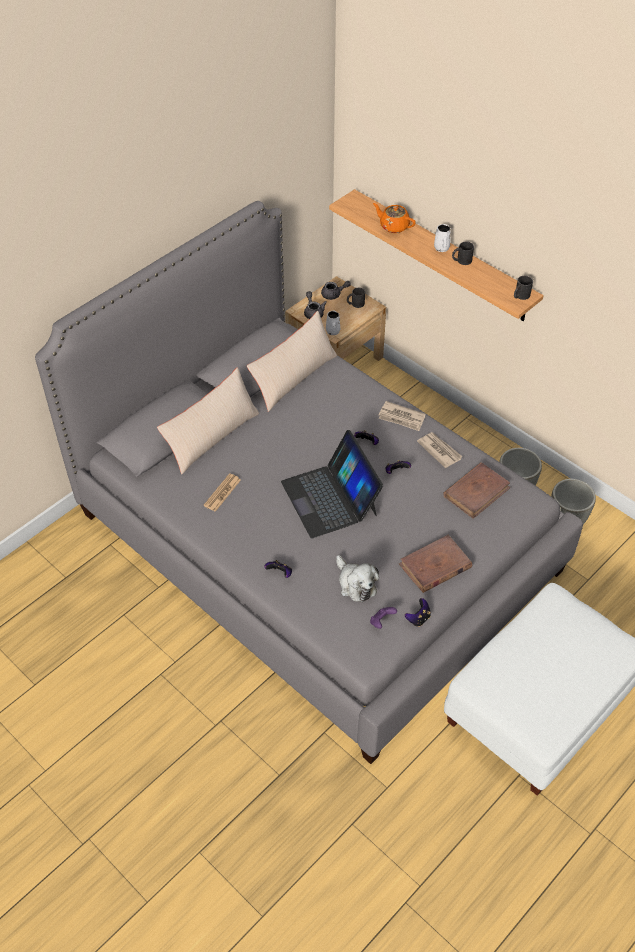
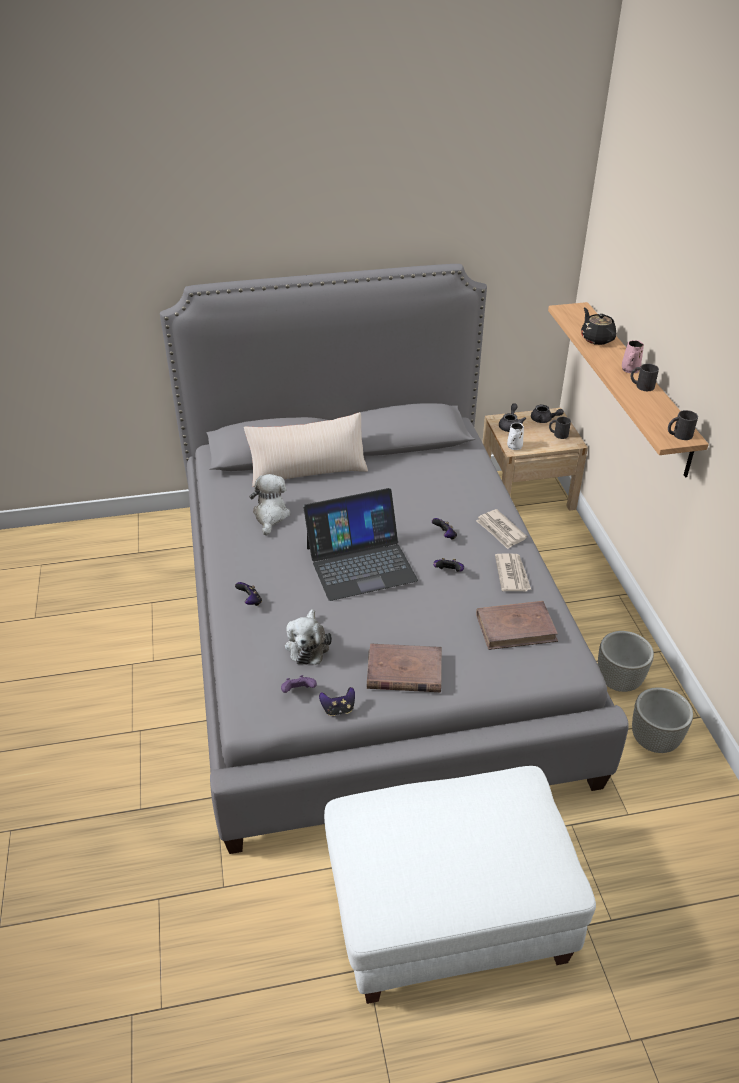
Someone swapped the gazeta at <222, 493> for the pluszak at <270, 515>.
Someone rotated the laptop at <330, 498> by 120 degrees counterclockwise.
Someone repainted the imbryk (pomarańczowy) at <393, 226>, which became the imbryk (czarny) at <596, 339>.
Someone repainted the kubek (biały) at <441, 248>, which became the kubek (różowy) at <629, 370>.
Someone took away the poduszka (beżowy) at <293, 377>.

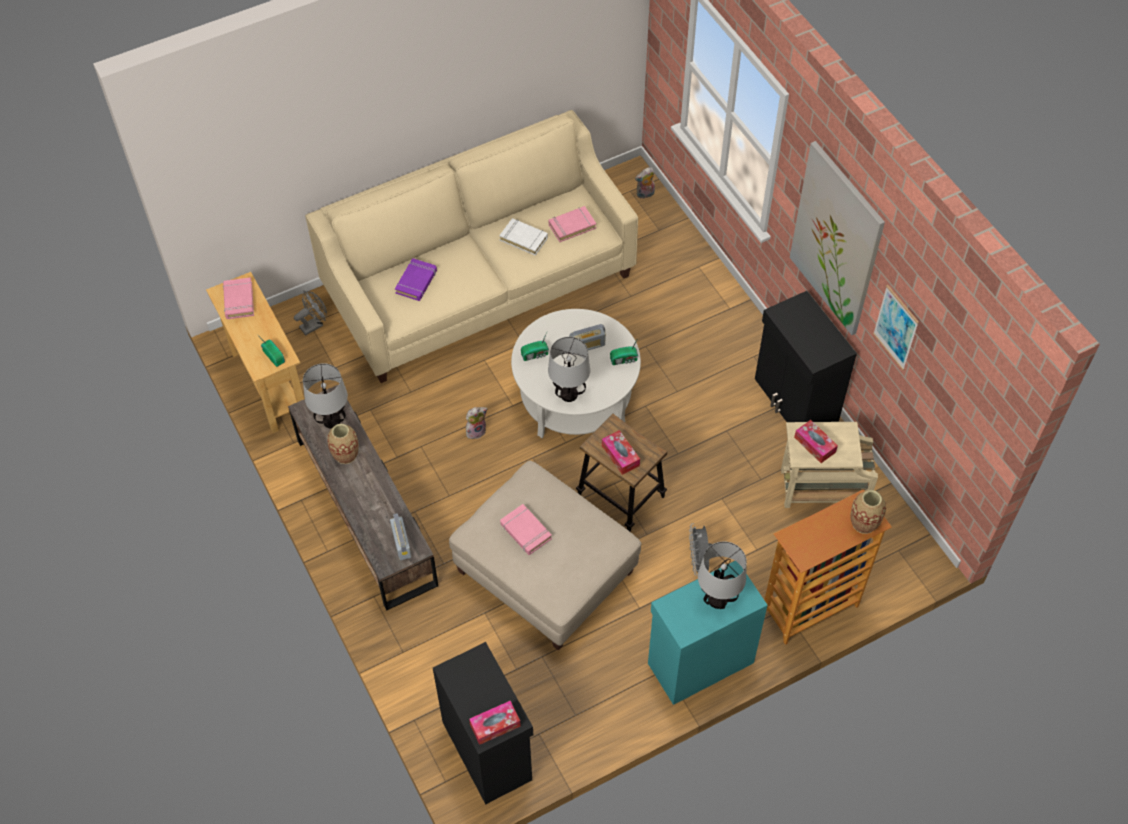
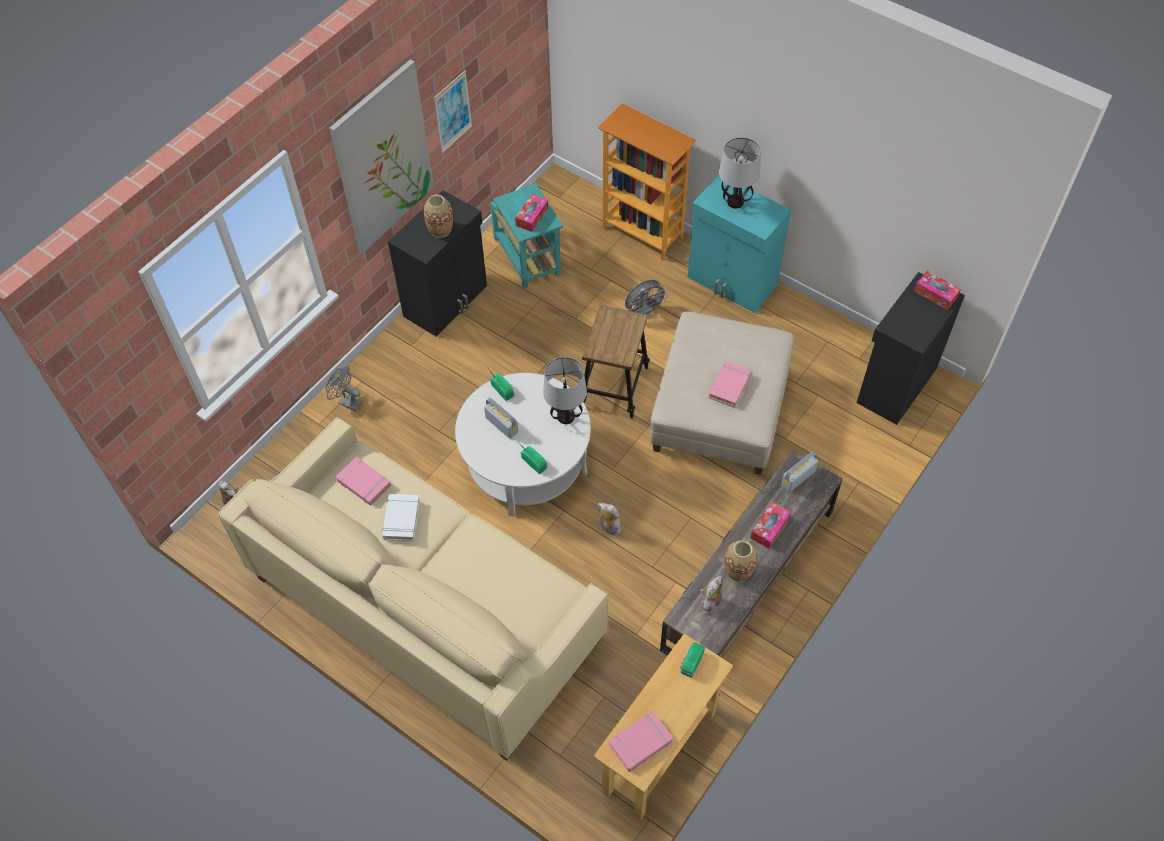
Someone carried the wentylator (szary) from <314, 325> to <347, 402>.
Someone carried the wazon from <864, 523> to <440, 229>.
Someone repainted the stolik (beżowy) at <821, 488>, which became the stolik (turkusowy) at <528, 258>.
Someone swapped the lampa stołowa at <331, 421> for the pluszak at <709, 604>.
Someone carried the pudełko chusteczek from <620, 455> to <769, 528>.
Someone took away the książka (fioletowy) at <416, 282>.

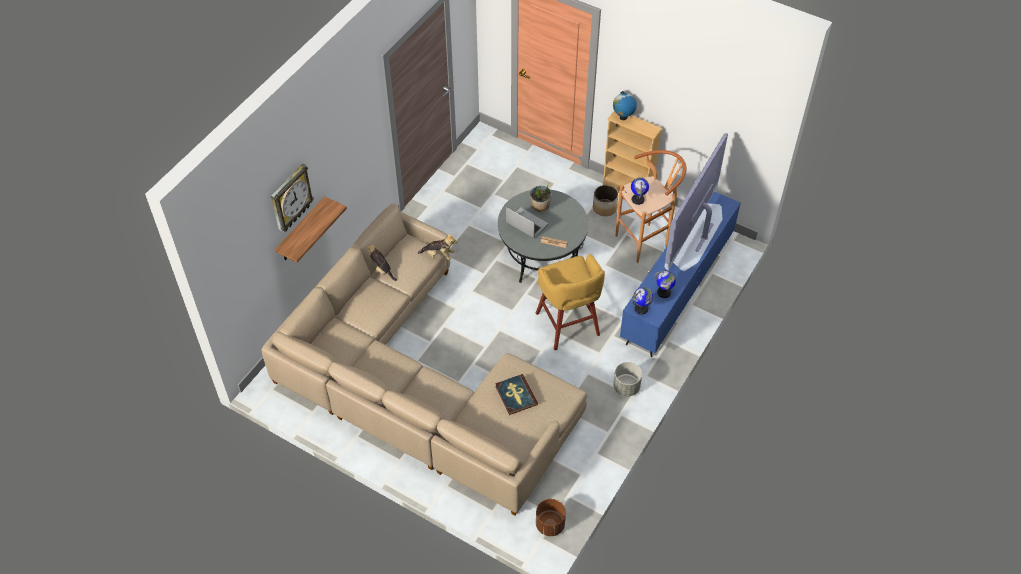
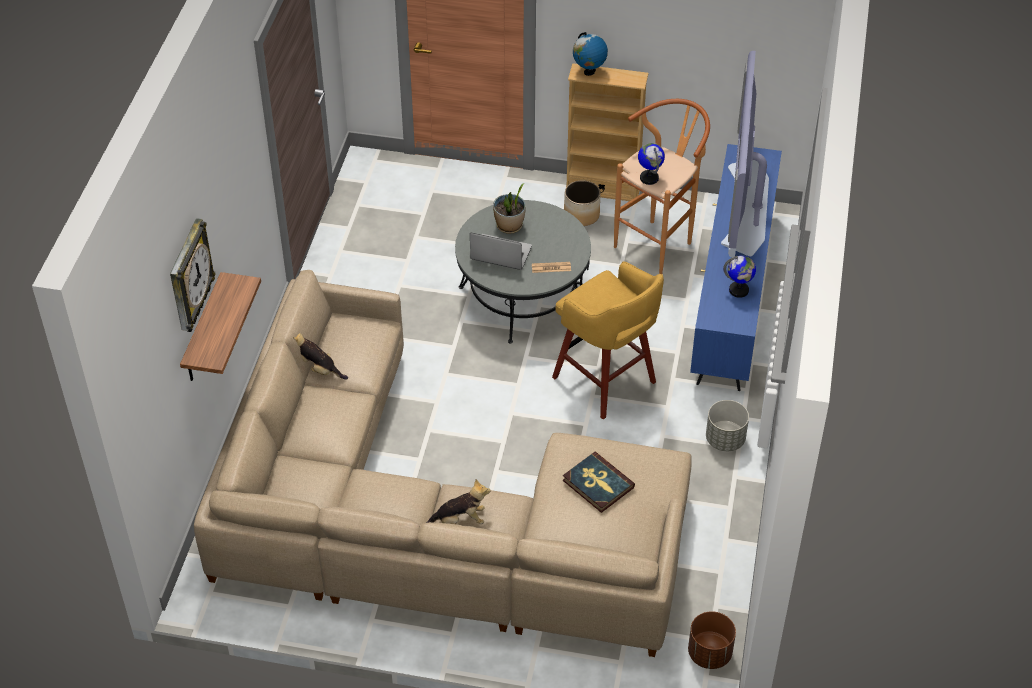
Someone carried the pluszak from <439, 255> to <460, 521>.
Someone took away the globus at <641, 309>.

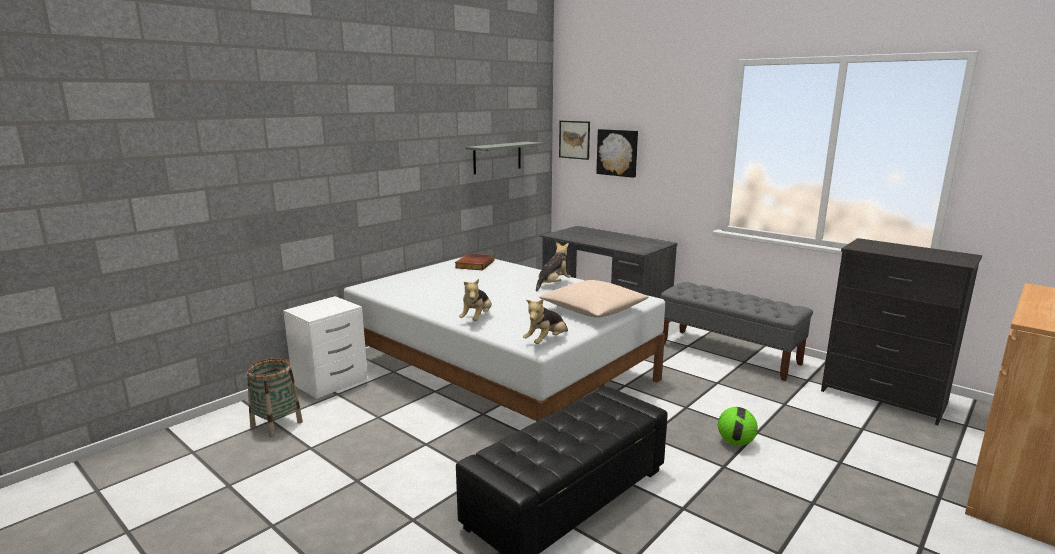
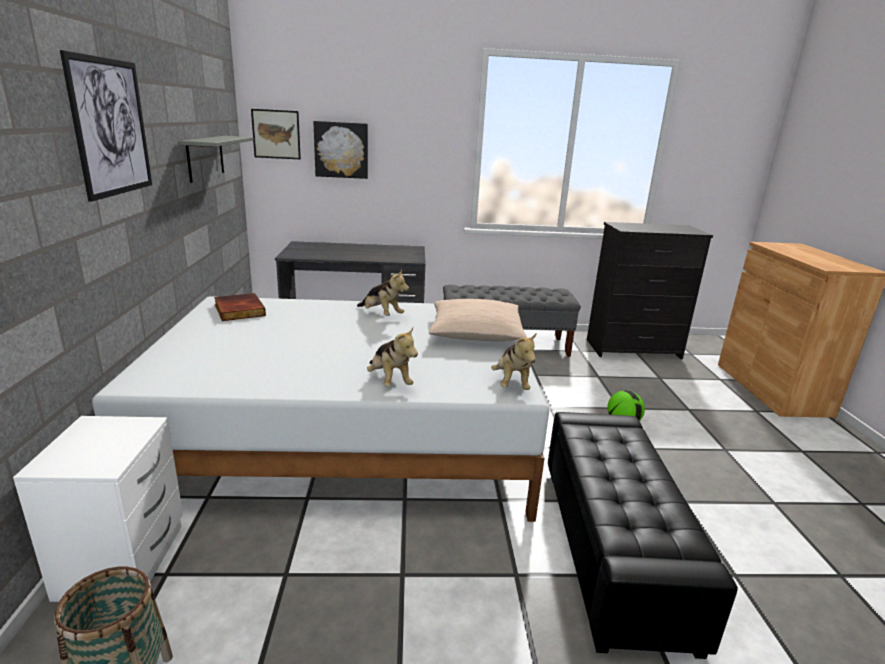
Someone put up the obraz at <111, 127>.
Someone rotated the pluszak at <553, 284> by 135 degrees clockwise.

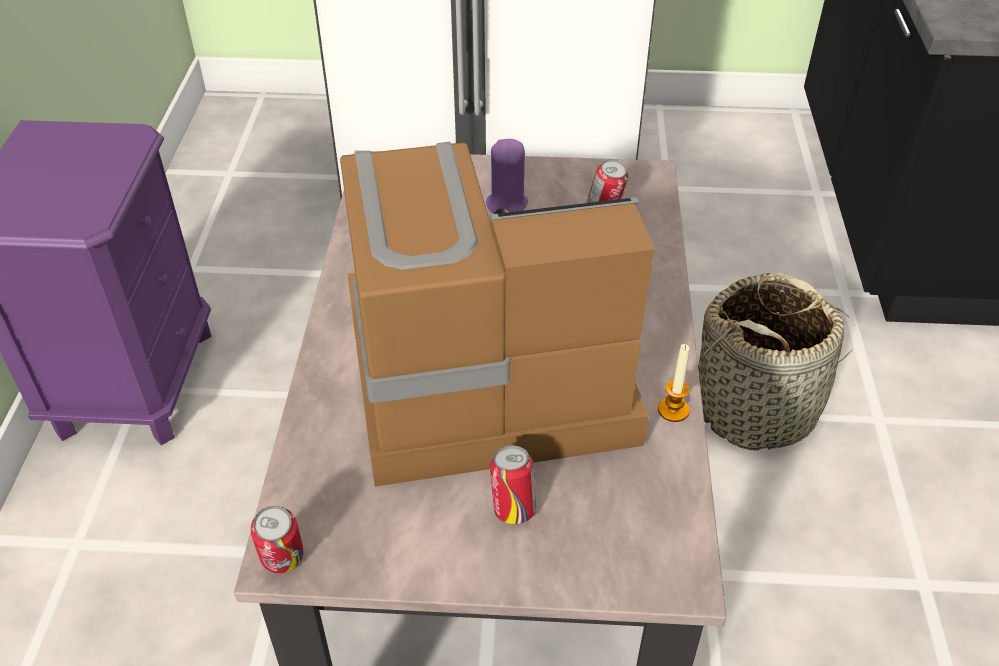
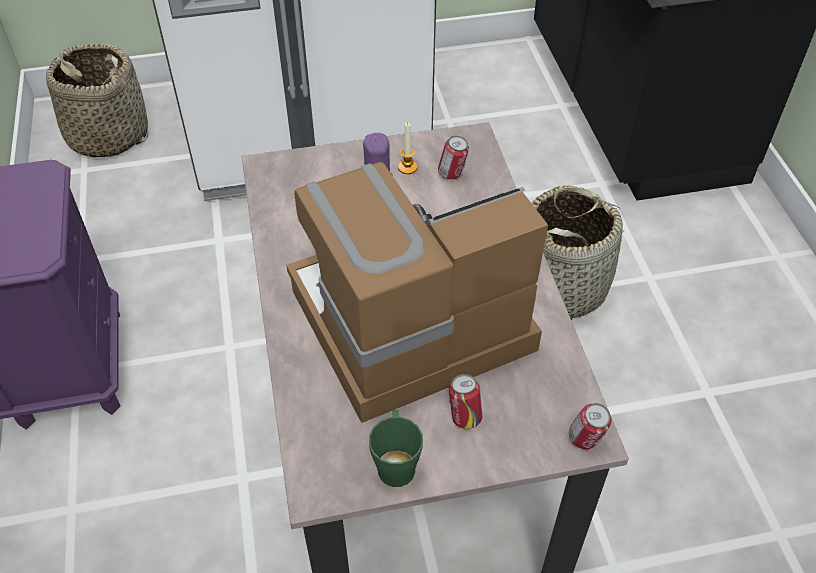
Someone put down the koszyk at <108, 135>.
Someone put down the kubek (zielony) at <396, 462>.
Someone carried the świeca from <673, 410> to <407, 167>.
Someone carried the puszka from <283, 562> to <585, 441>.

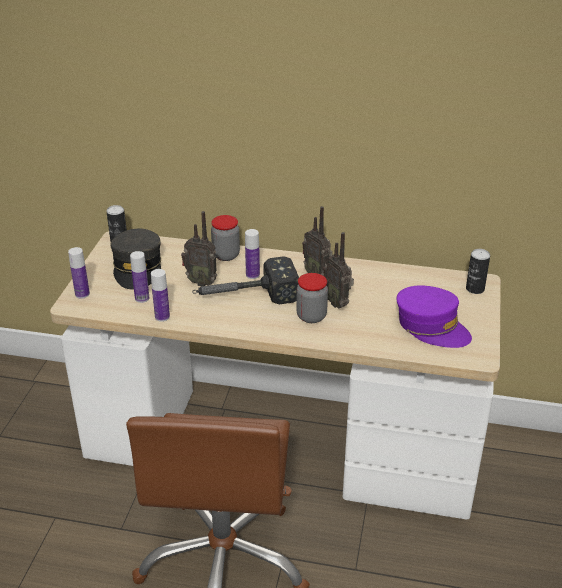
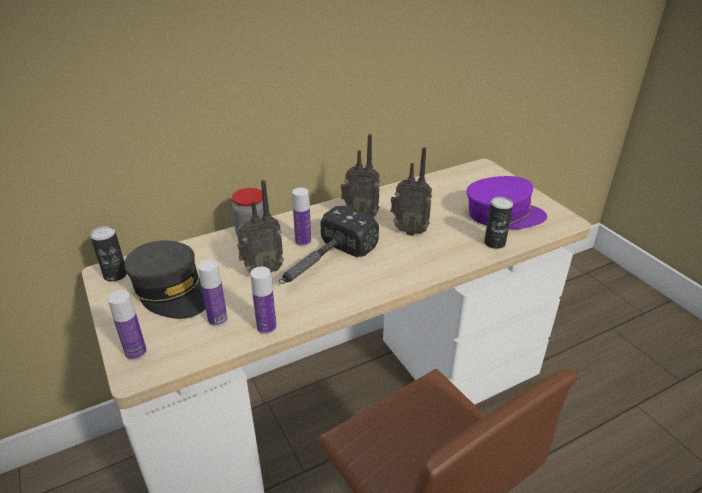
Someone carried the puszka from <475, 289> to <494, 243>.
Someone took away the słoik at <311, 316>.

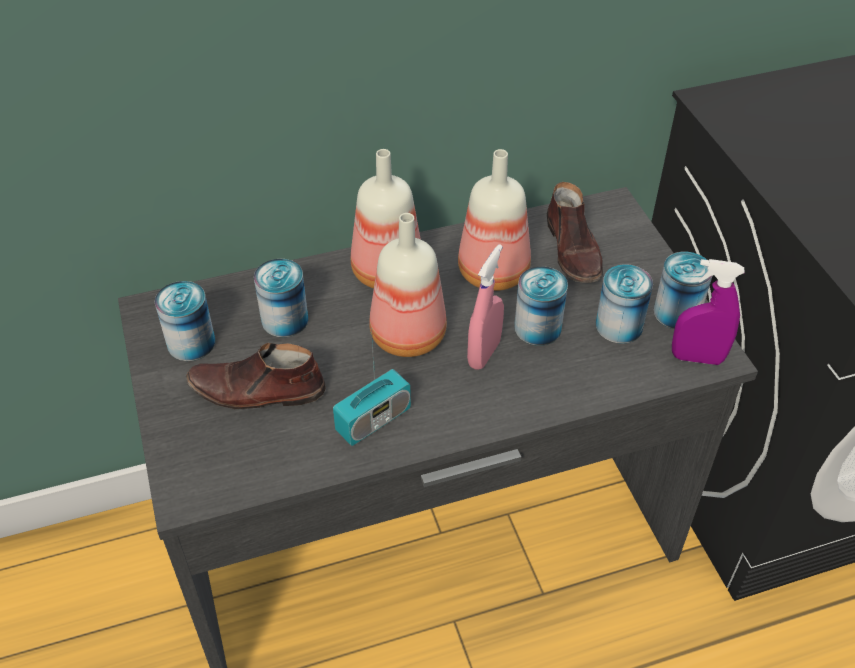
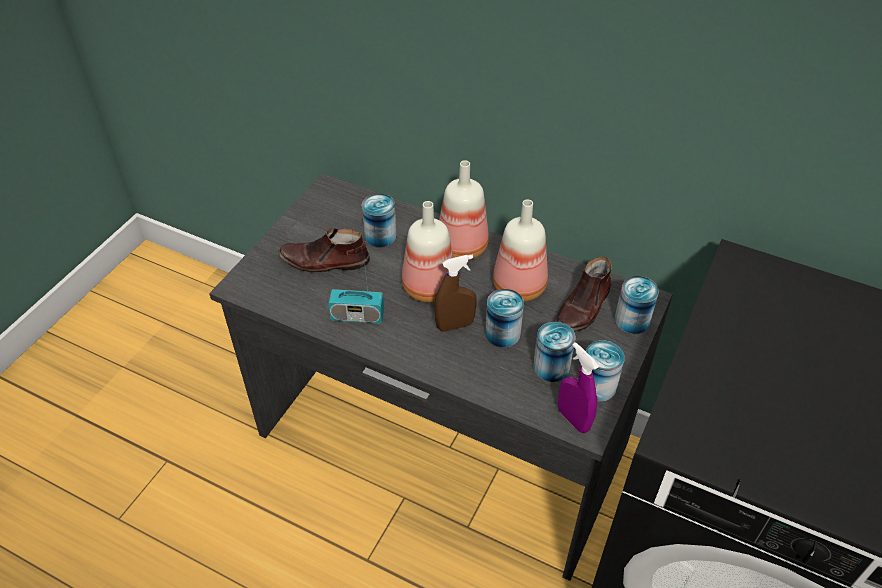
Someone rotated the but (brązowy) at <257, 391> by 45 degrees counterclockwise.
Someone repainted the spryskiwacz (różowy) at <484, 354>, which became the spryskiwacz (brązowy) at <455, 325>.
Someone carried the puszka from <191, 343> to <632, 320>.

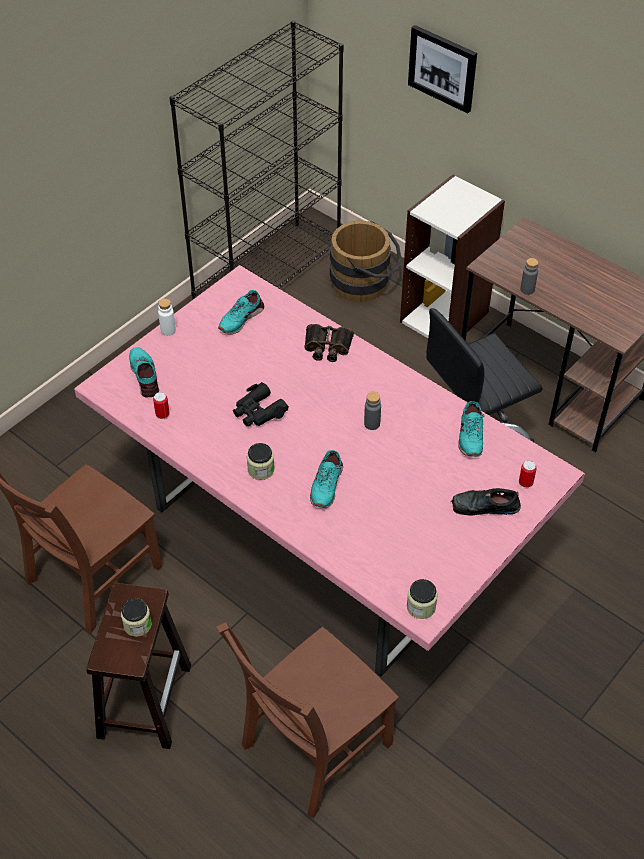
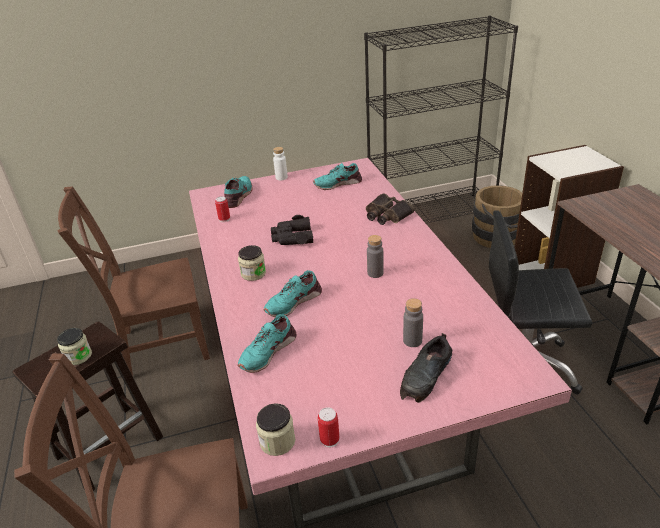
Someone carried the but (turkusowy) from <470, 435> to <267, 351>.
Someone carried the puszka from <525, 483> to <329, 439>.
Someone rotated the but (czarny) at <484, 506> by 90 degrees counterclockwise.
Someone carried the butelka (szary) from <527, 289> to <412, 341>.
Someone took away the obraz at <443, 68>.

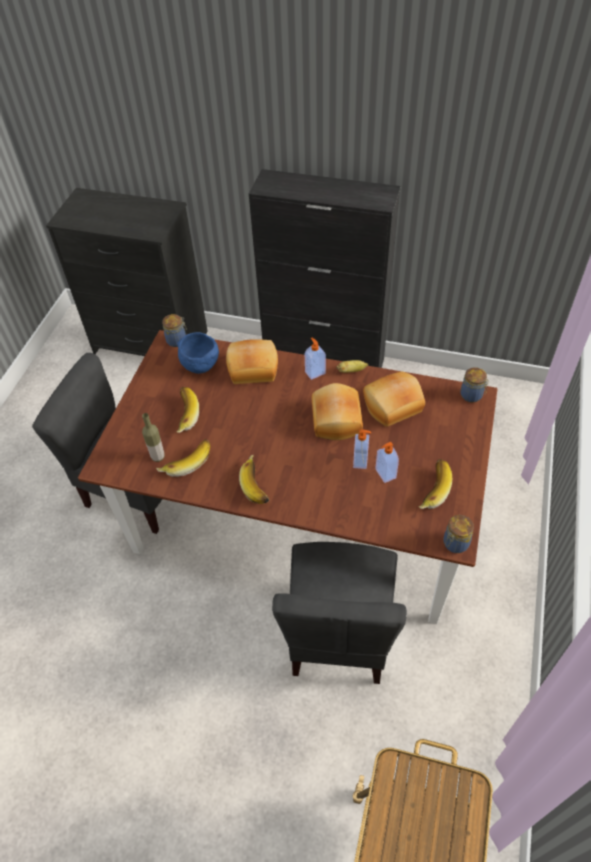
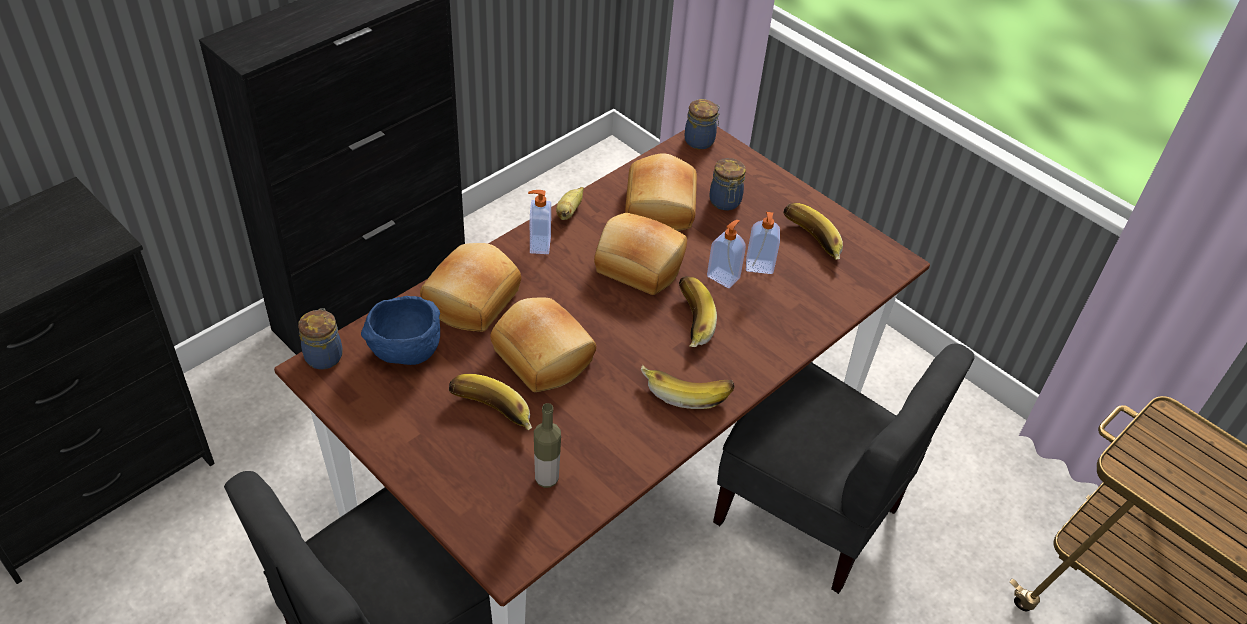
Someone put down the chleb at <545, 355>.
Someone carried the banan from <186, 461> to <688, 321>.
Someone carried the słoik from <455, 544> to <725, 202>.

